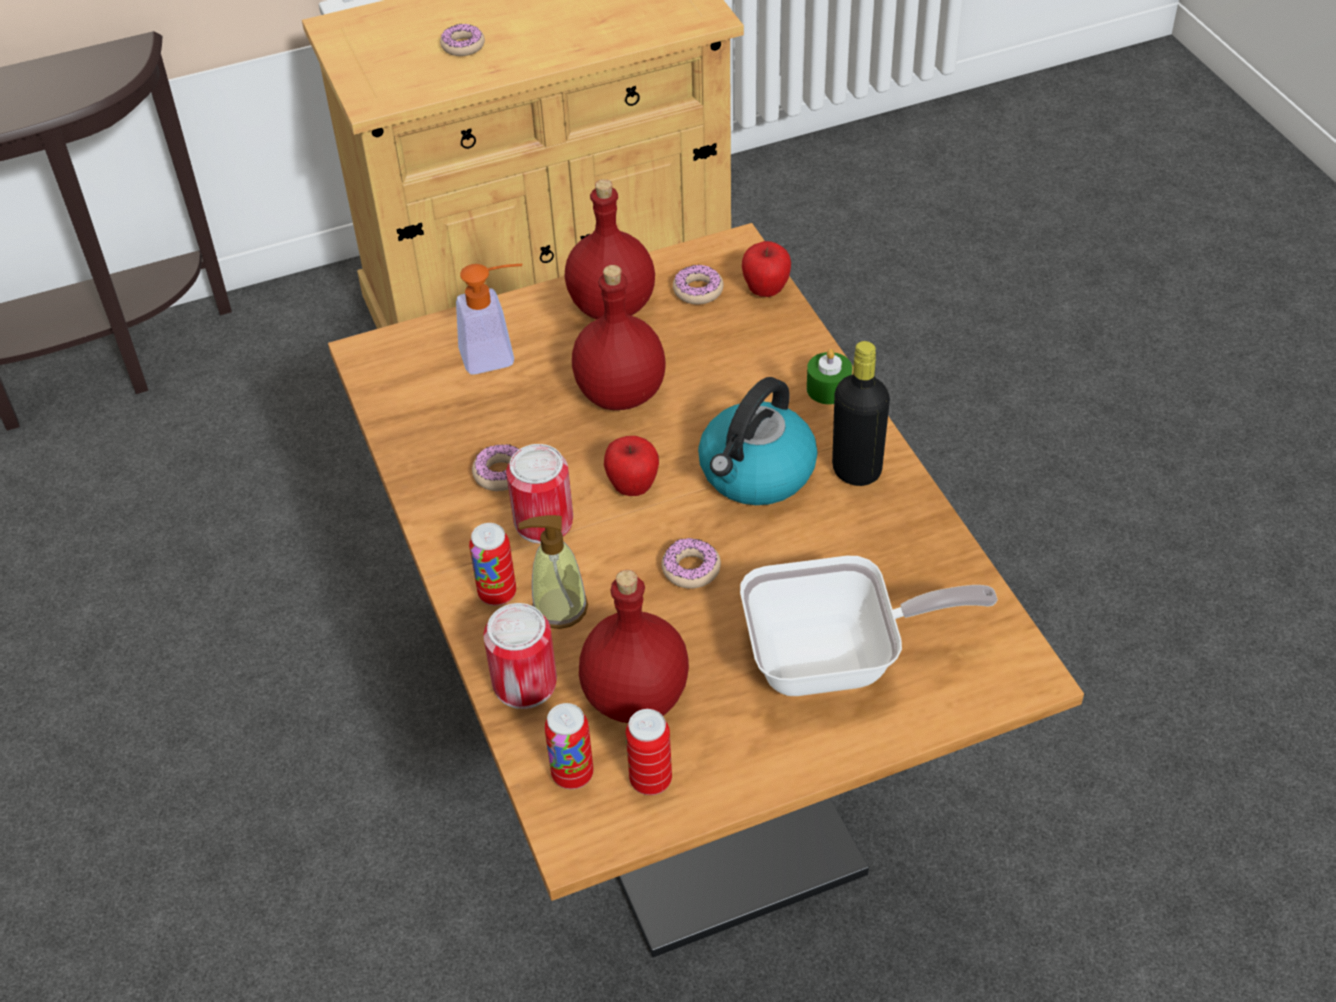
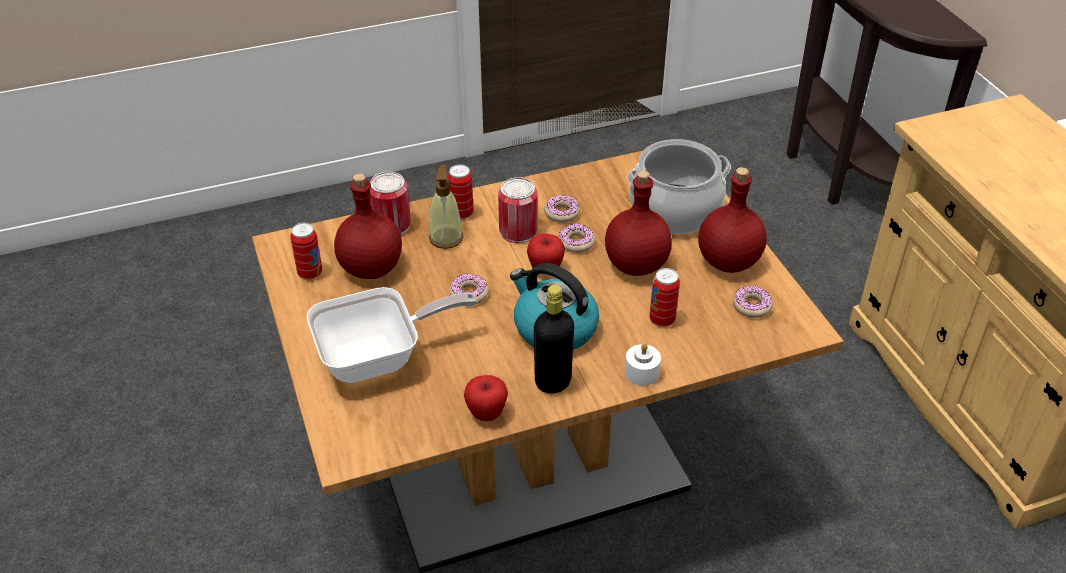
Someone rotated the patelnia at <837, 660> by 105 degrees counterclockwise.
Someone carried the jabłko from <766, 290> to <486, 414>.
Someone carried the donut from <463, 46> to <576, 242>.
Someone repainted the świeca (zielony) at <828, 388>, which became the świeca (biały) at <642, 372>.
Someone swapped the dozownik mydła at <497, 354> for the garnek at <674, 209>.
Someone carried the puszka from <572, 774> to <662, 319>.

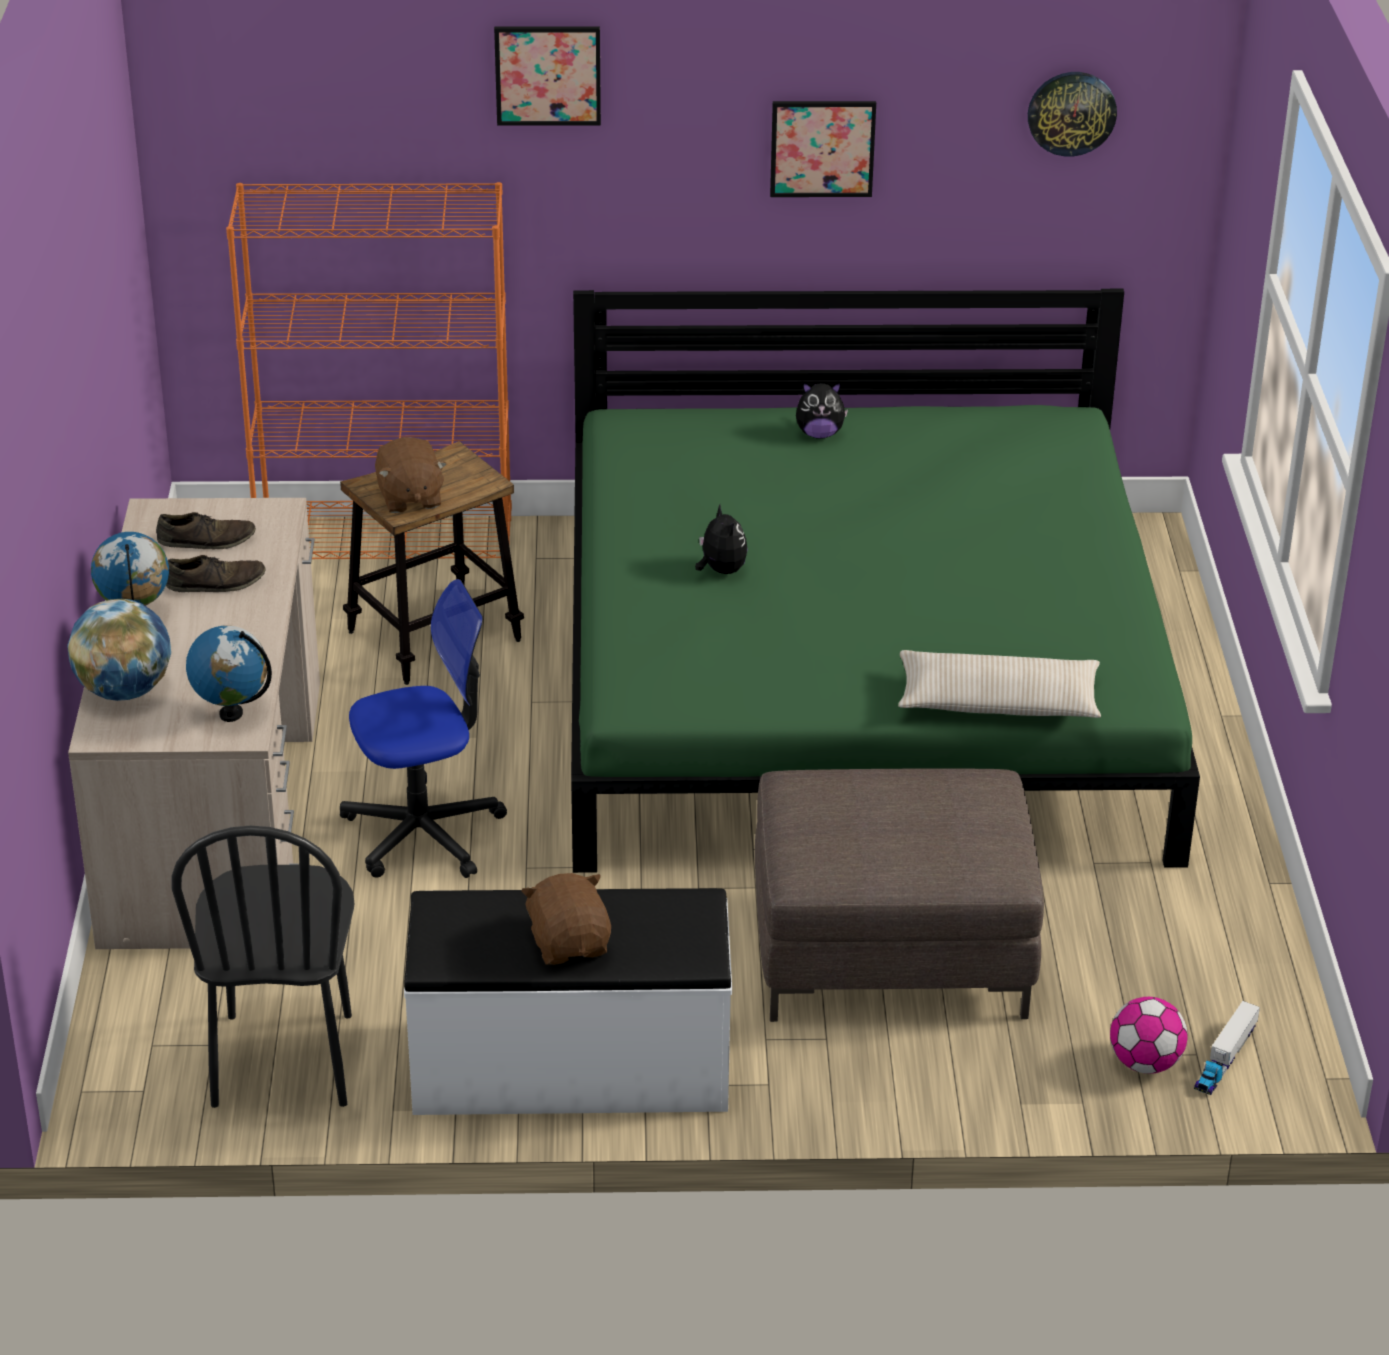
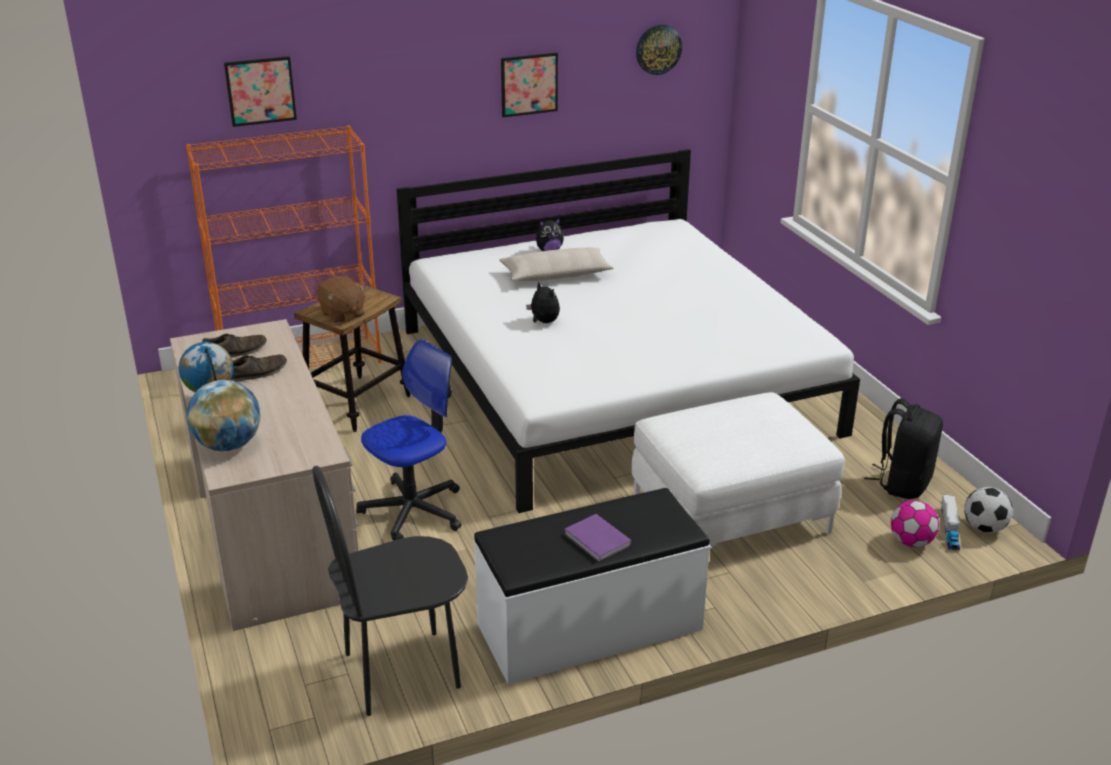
Someone carried the obraz from <548, 75> to <260, 91>.
Someone rotated the krzesło (czarny) at <284, 1060> by 90 degrees clockwise.
Someone repainted the łóżko (zielony) at <859, 680>, which became the łóżko (biały) at <612, 379>.
Someone carried the poduszka (beżowy) from <998, 703> to <556, 275>.
Someone swapped the pluszak (brązowy) at <570, 944> for the książka (fioletowy) at <597, 541>.
Someone repainted the pufa (brązowy) at <891, 951>, which became the pufa (biały) at <730, 514>.
Someone put down the plecak (czarny) at <902, 483>.
Someone put down the piłka futbolowa at <984, 528>.
Someone took away the globus at <231, 714>.

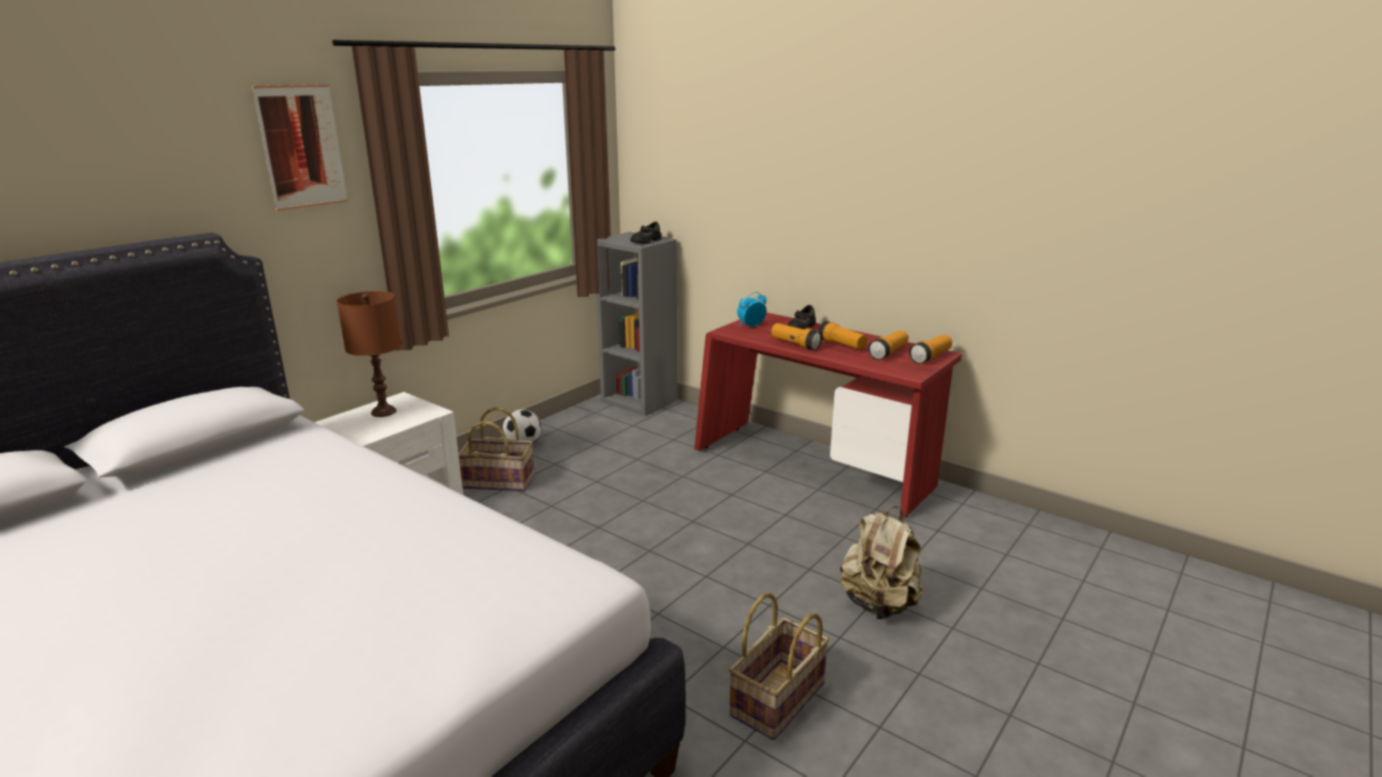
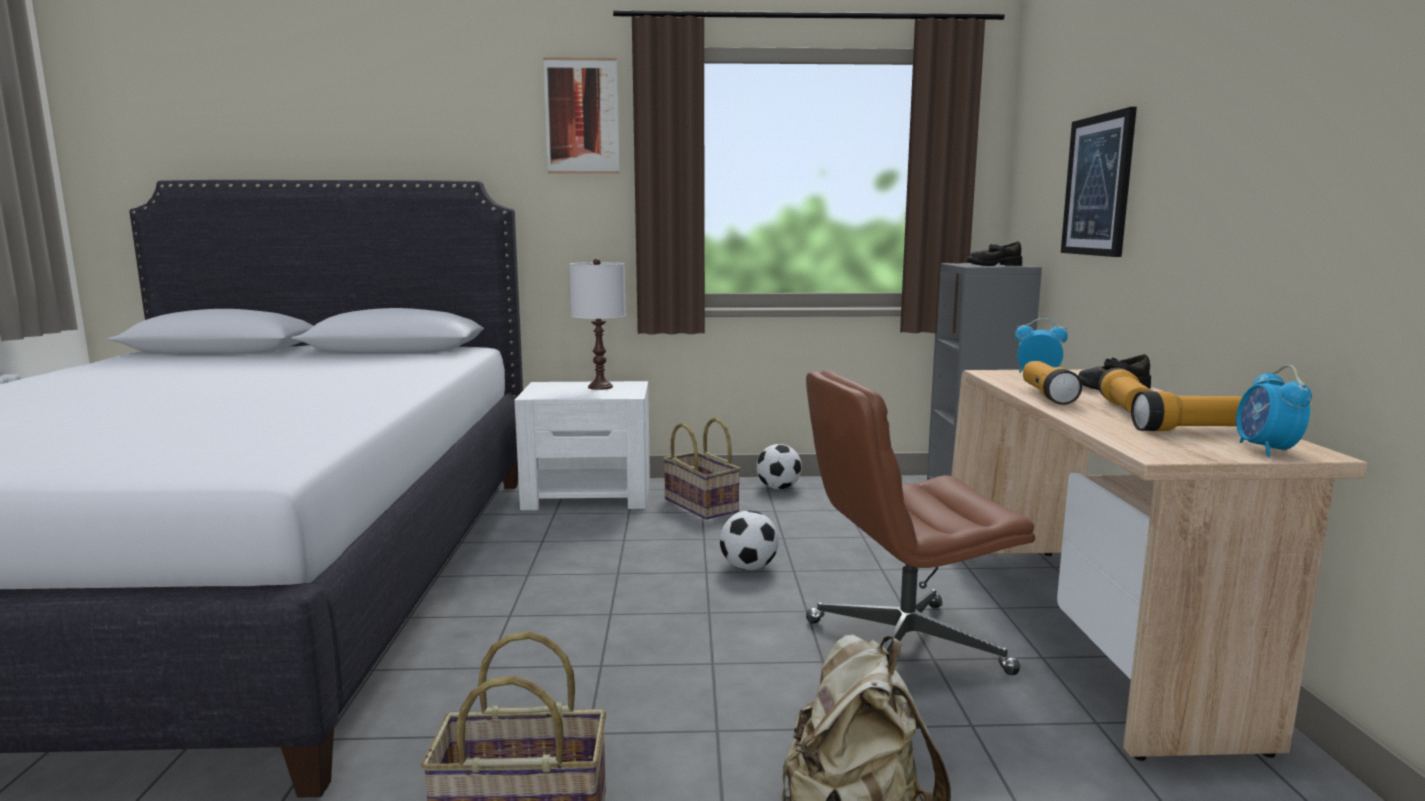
Someone repainted the lampa stołowa (brązowy) at <383, 412>, which became the lampa stołowa (biały) at <600, 387>.
Someone put down the piłka futbolowa at <748, 567>.
Someone put down the krzesło biurowe (brązowy) at <903, 647>.
Someone repainted the biurko (czerwony) at <814, 468>, which became the biurko (beżowy) at <1085, 633>.
Someone put up the obraz at <1098, 185>.
Someone swapped the latarka at <930, 357> for the budzik at <1266, 450>.

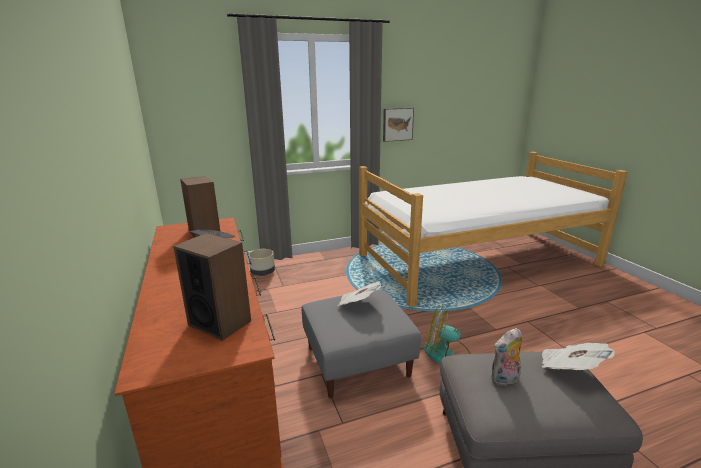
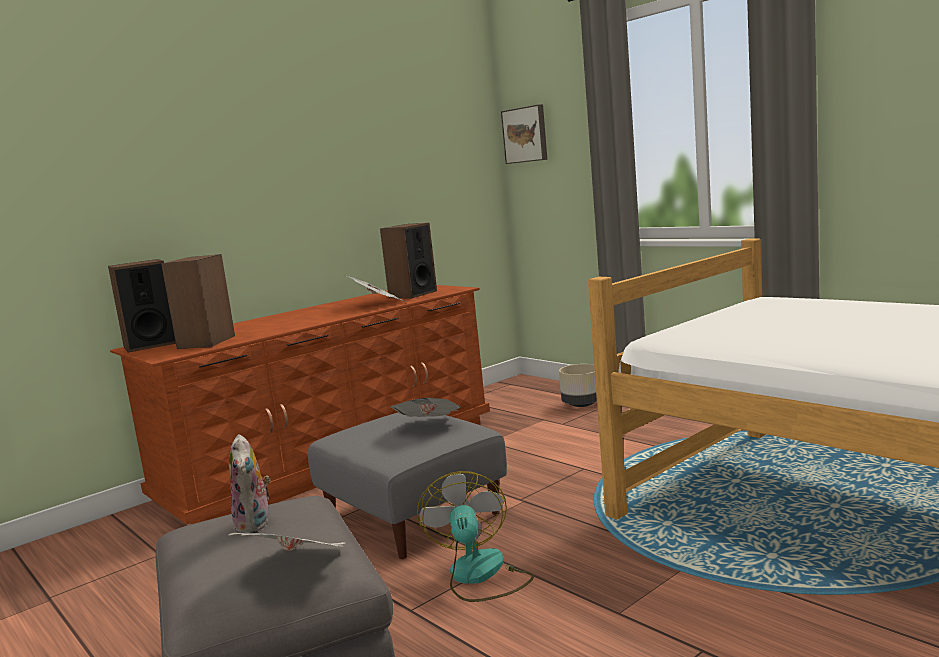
Someone put down the głośnik at <150, 345>.
Someone rotated the pluszak at <505, 380> by 150 degrees counterclockwise.
Someone carried the obraz from <397, 124> to <526, 134>.

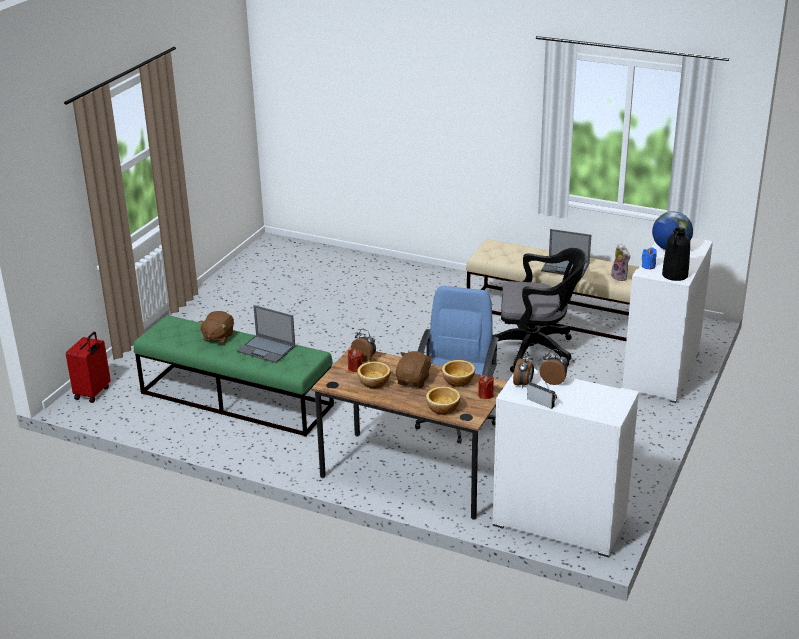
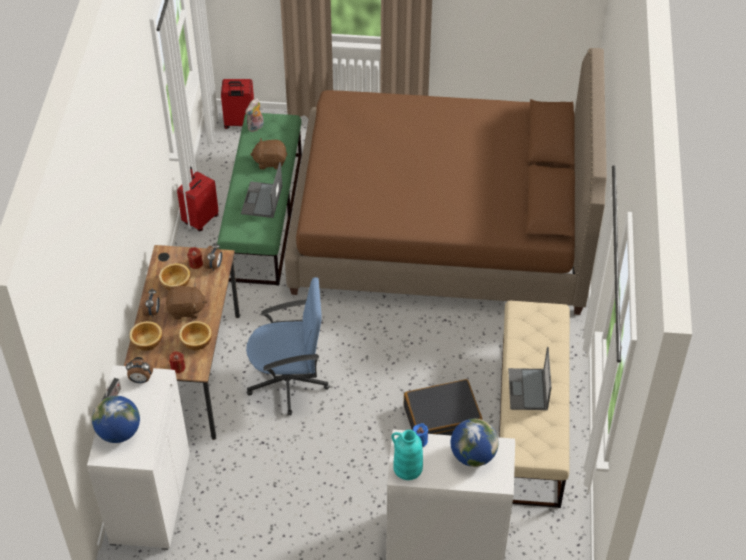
Someone put down the globus at <119, 432>.
Someone carried the budzik from <553, 381> to <152, 312>.
Someone put down the walizka (czerwony) at <200, 219>.
Someone carried the pluszak from <620, 277> to <256, 127>.
Someone put down the łóżko (brązowy) at <441, 227>.
Someone repainted the wazon (czarny) at <675, 275>, which became the wazon (turkusowy) at <407, 468>.
Someone swapped the krzesło biurowe (czarny) at <536, 350> for the walizka (czarny) at <441, 418>.

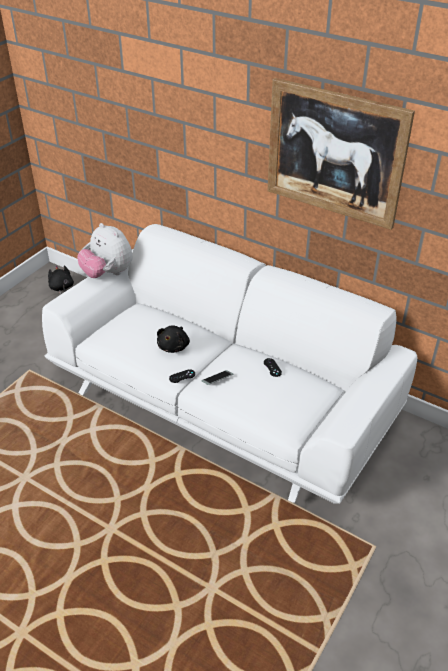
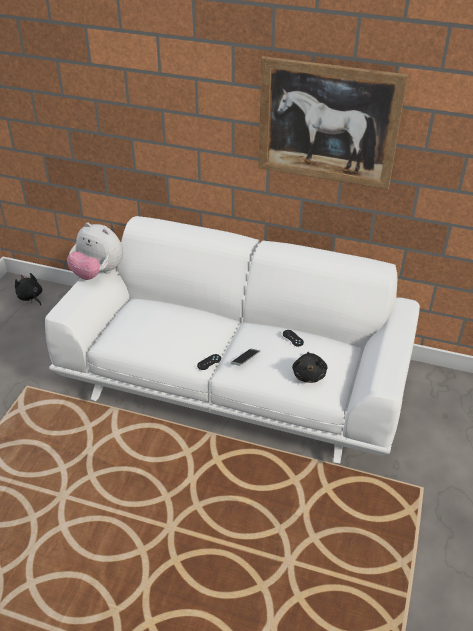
Someone carried the pluszak (czarny) from <174, 346> to <309, 374>.

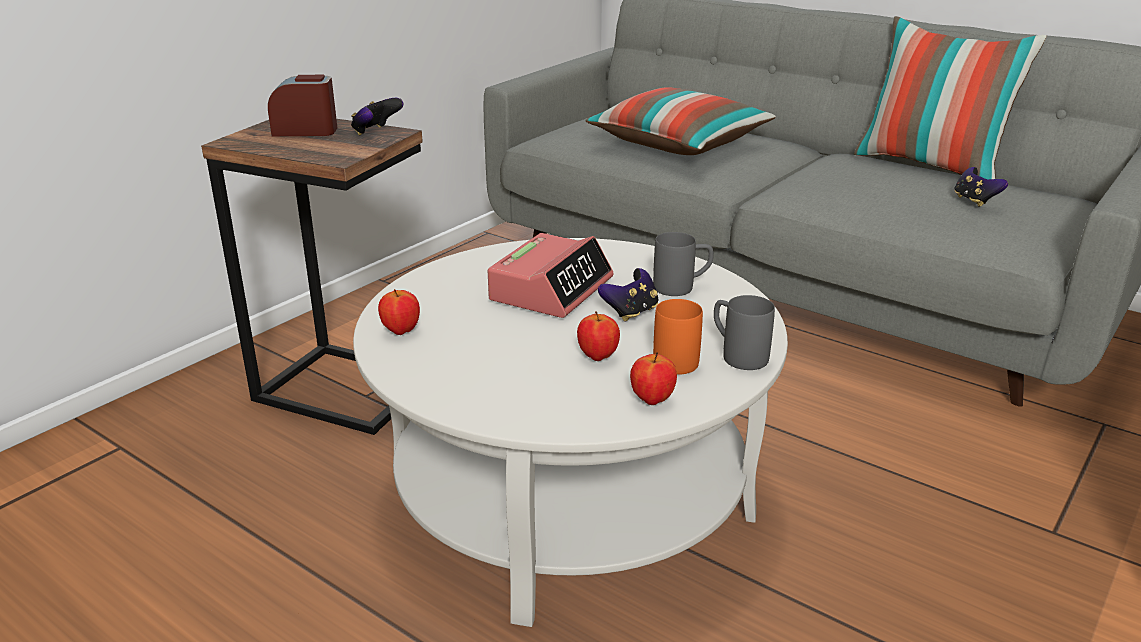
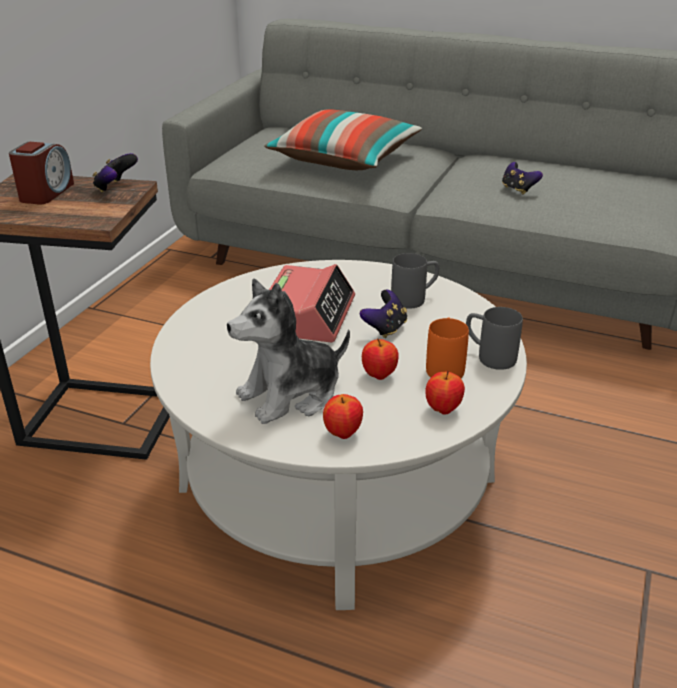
Someone rotated the budzik at <305, 131> by 120 degrees clockwise.
Someone put down the pluszak at <291, 395>.
Someone carried the jabłko from <401, 331> to <343, 433>.
Someone carried the pad do gier from <974, 201> to <518, 189>.
Someone took away the poduszka at <931, 167>.

